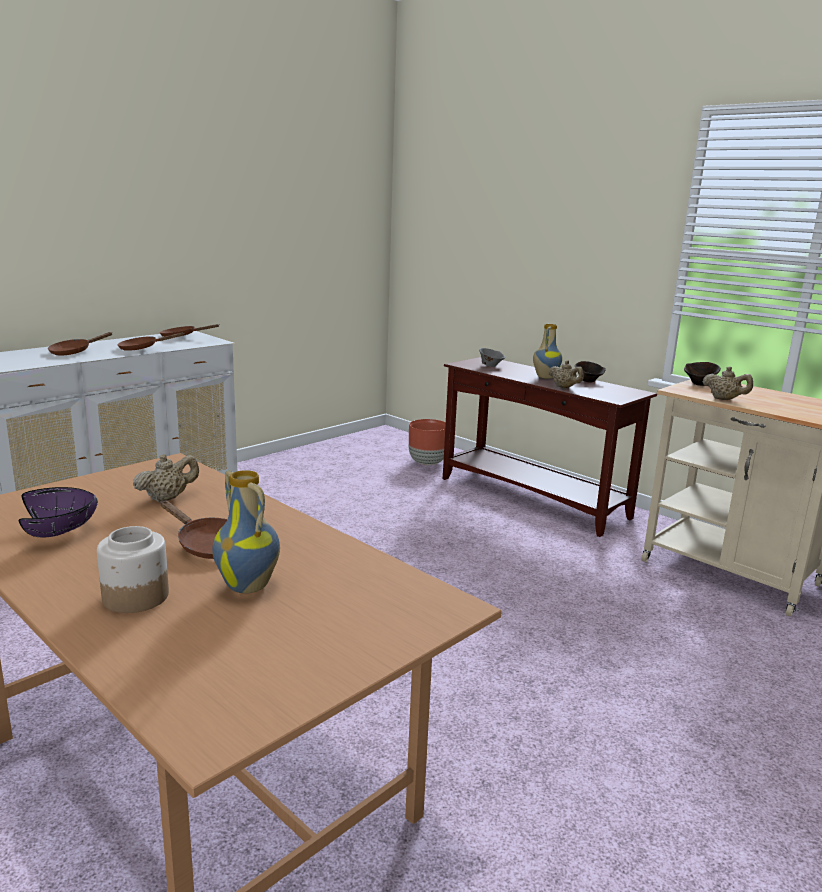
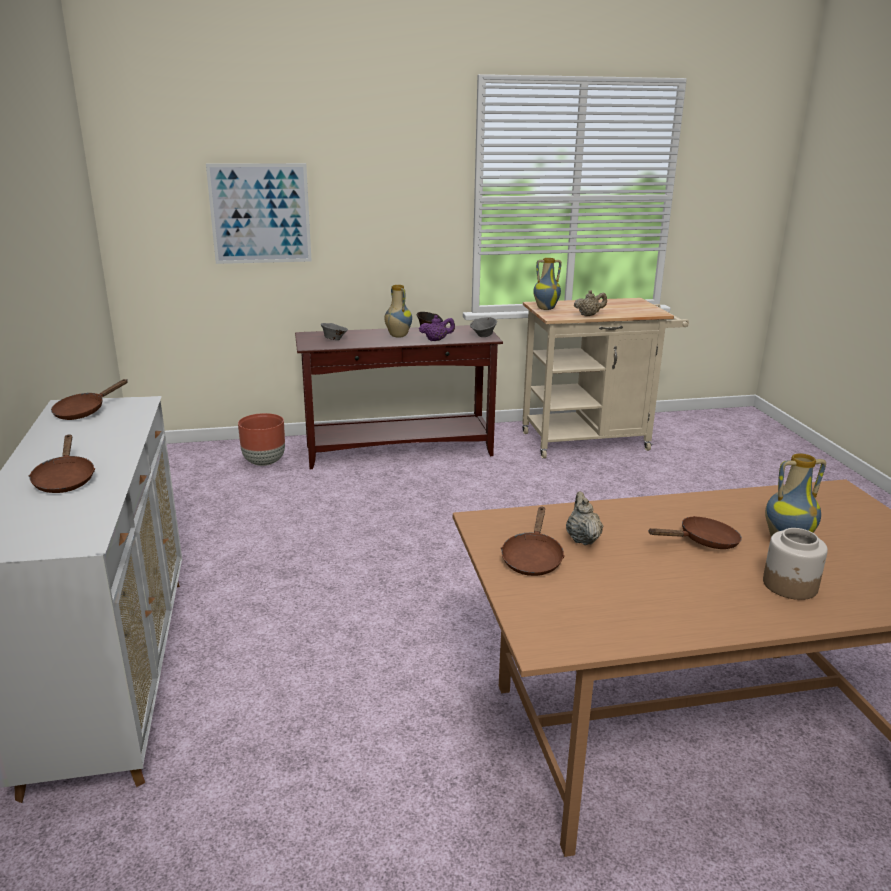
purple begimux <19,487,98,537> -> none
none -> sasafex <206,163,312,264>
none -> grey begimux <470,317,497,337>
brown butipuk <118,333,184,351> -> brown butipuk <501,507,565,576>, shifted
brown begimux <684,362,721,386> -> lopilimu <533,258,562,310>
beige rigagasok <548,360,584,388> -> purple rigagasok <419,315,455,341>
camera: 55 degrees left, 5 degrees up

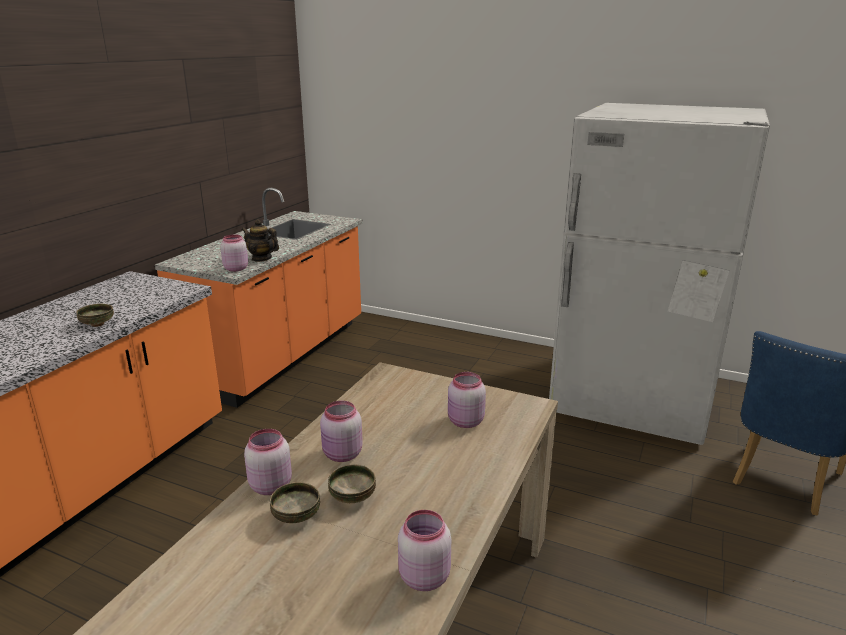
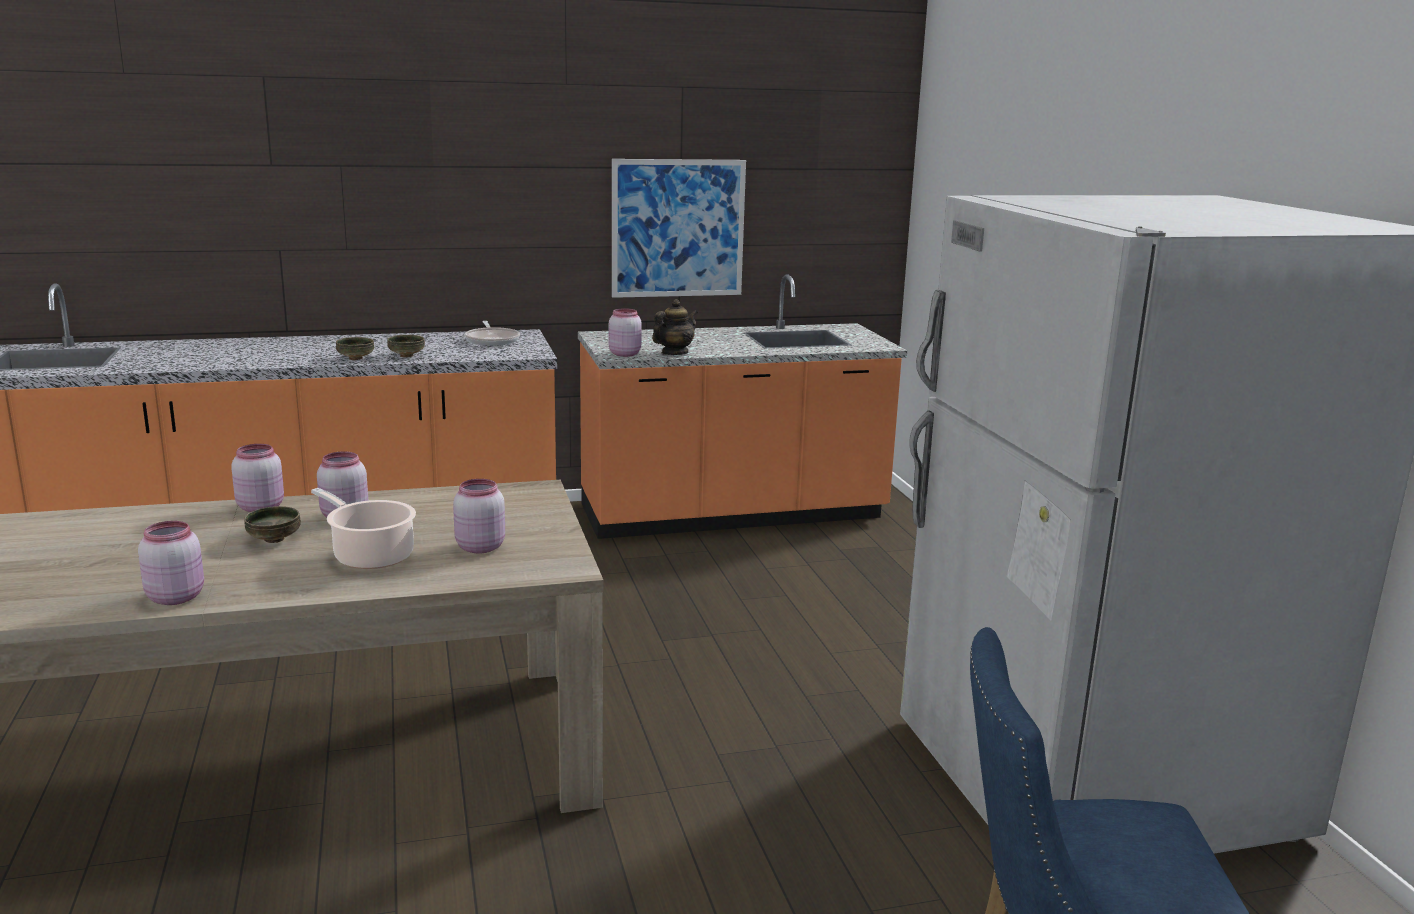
none -> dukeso <311,488,416,569>
none -> butipuk <465,321,520,346>
none -> sasafex <612,159,746,298>
begimux <270,482,320,523> -> begimux <336,337,374,360>, shifted
rigagasok <241,220,279,262> -> rigagasok <652,299,698,355>, 60 degrees clockwise
camera: 50 degrees right, 5 degrees down

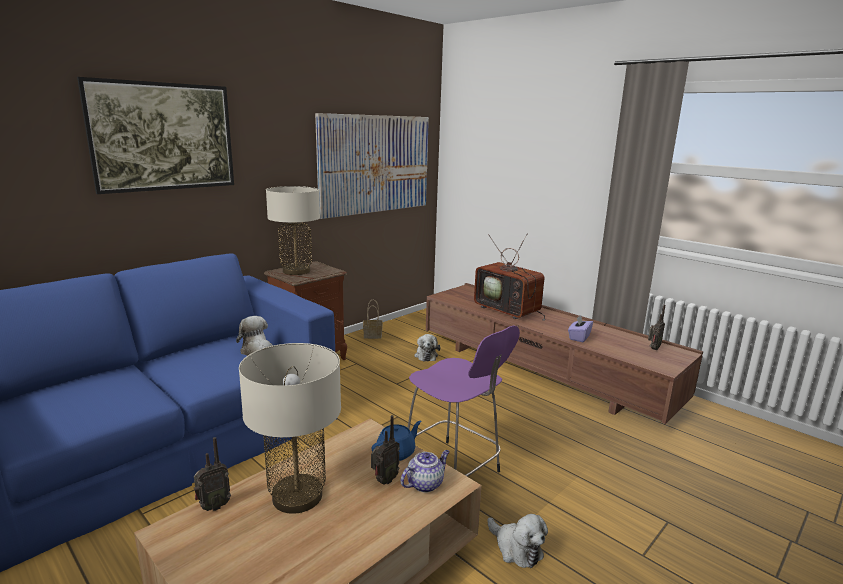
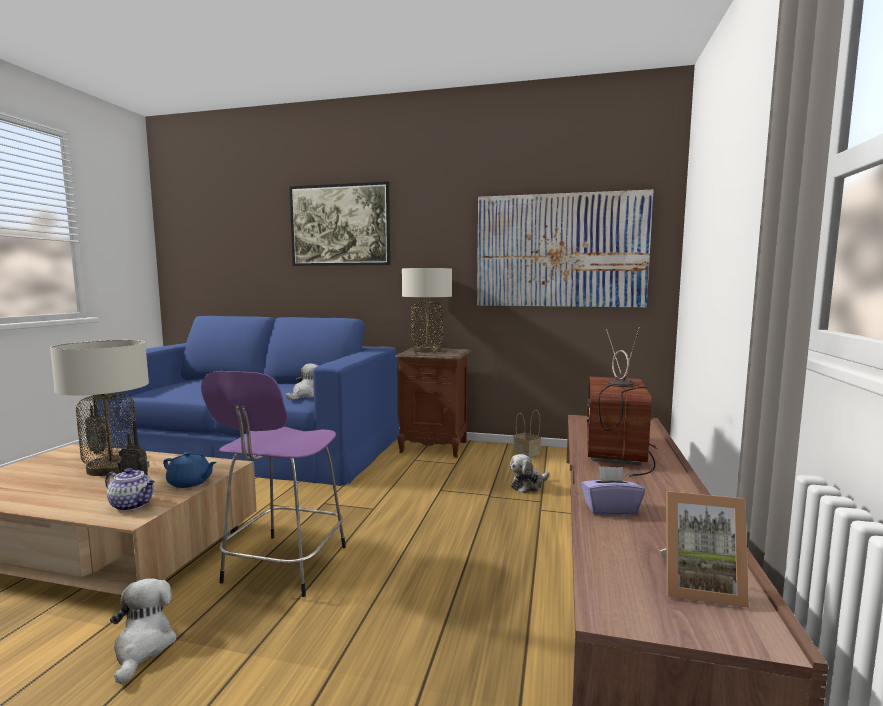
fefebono <648,305,665,350> -> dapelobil <660,491,749,608>
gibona <487,514,548,568> -> gibona <110,578,177,684>, 150 degrees clockwise
camera: 60 degrees right, 10 degrees down

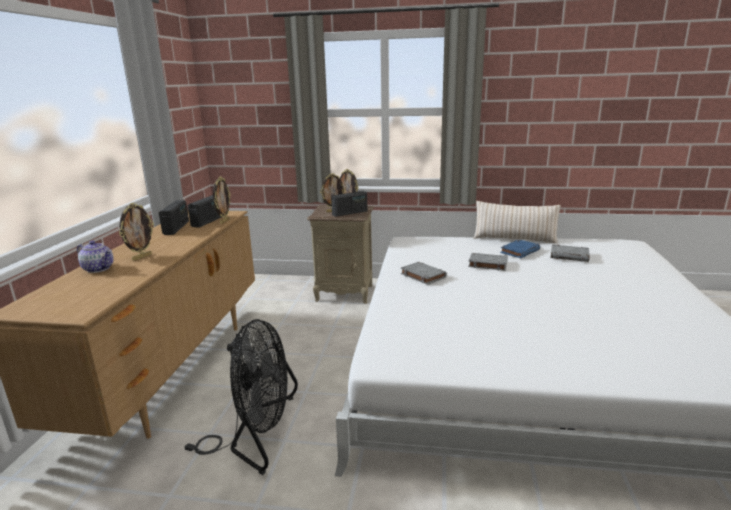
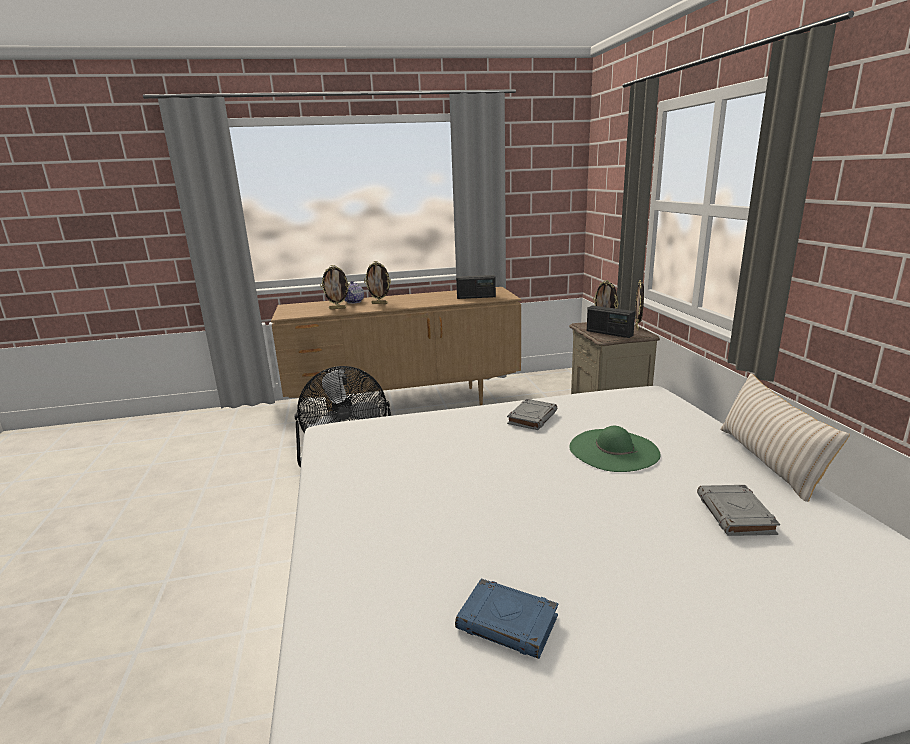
fefebono <159,200,189,235> -> none
dapelobil <213,177,231,224> -> dapelobil <320,265,350,309>, shifted
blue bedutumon <500,239,540,258> -> blue bedutumon <455,578,558,659>, shifted
grey bedutumon <468,253,508,271> -> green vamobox <569,426,661,472>
camera: 70 degrees right, 0 degrees up

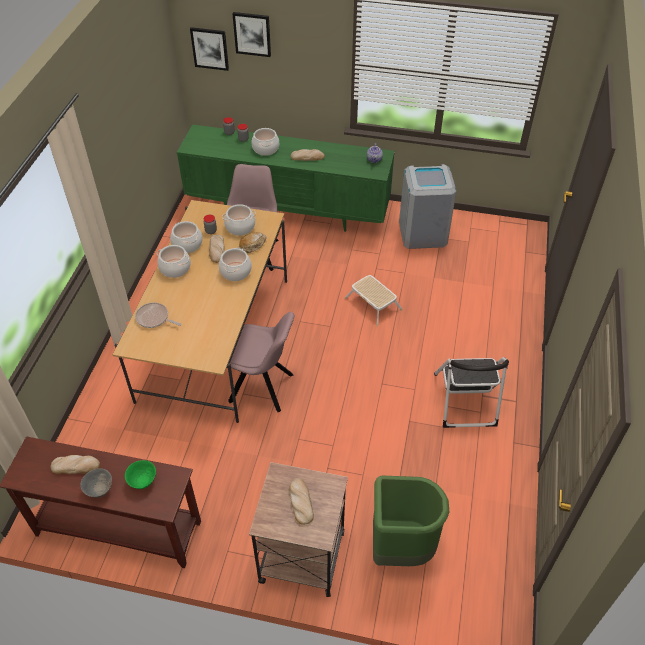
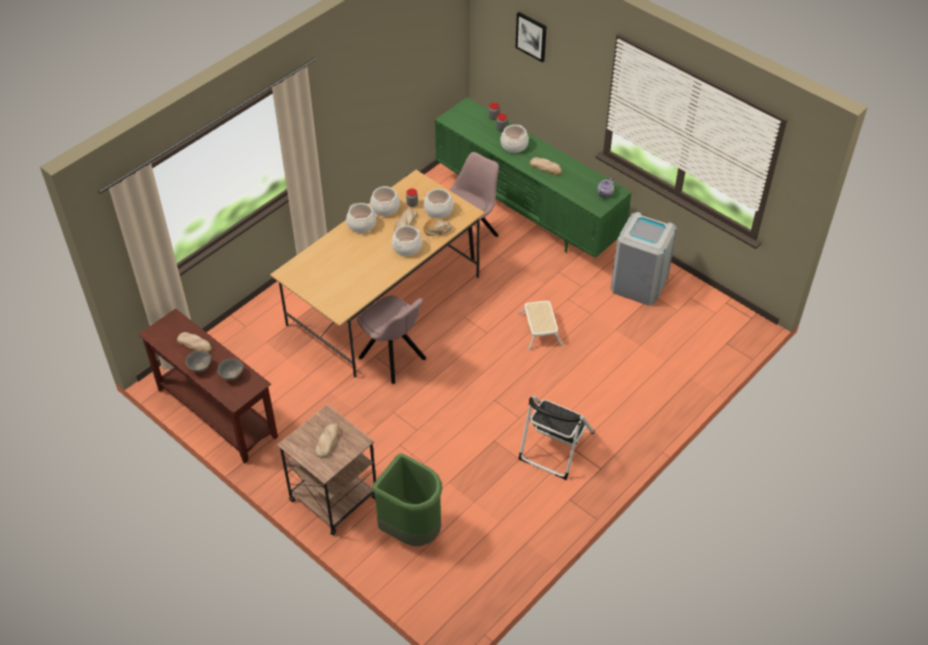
butipuk <135,302,182,328> -> none
sasafex <190,27,229,71> -> none
green begimux <125,460,156,489> -> grey begimux <218,358,243,380>
camera: 30 degrees right, 0 degrees up

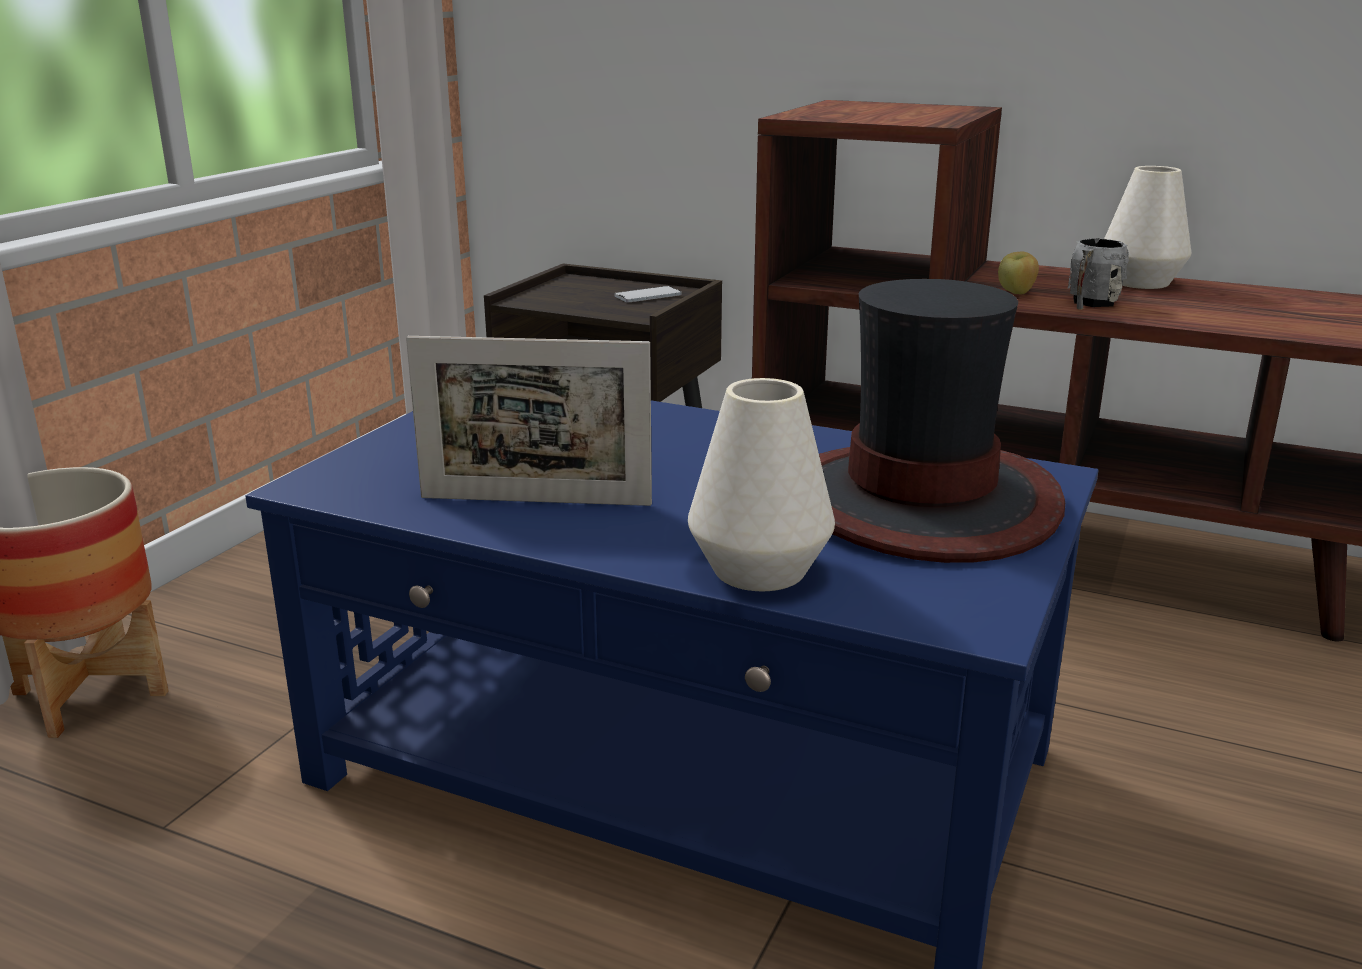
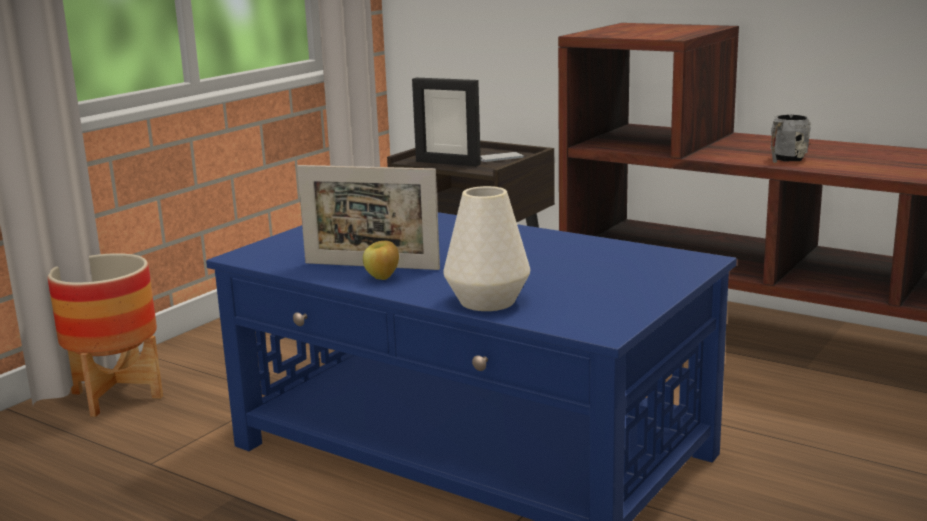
vamobox <819,279,1065,563> -> none
white lopilimu <1104,166,1191,289> -> none
none -> dapelobil <412,78,481,167>
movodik <998,252,1039,295> -> movodik <363,241,399,280>, shifted
camera: 10 degrees right, 5 degrees down

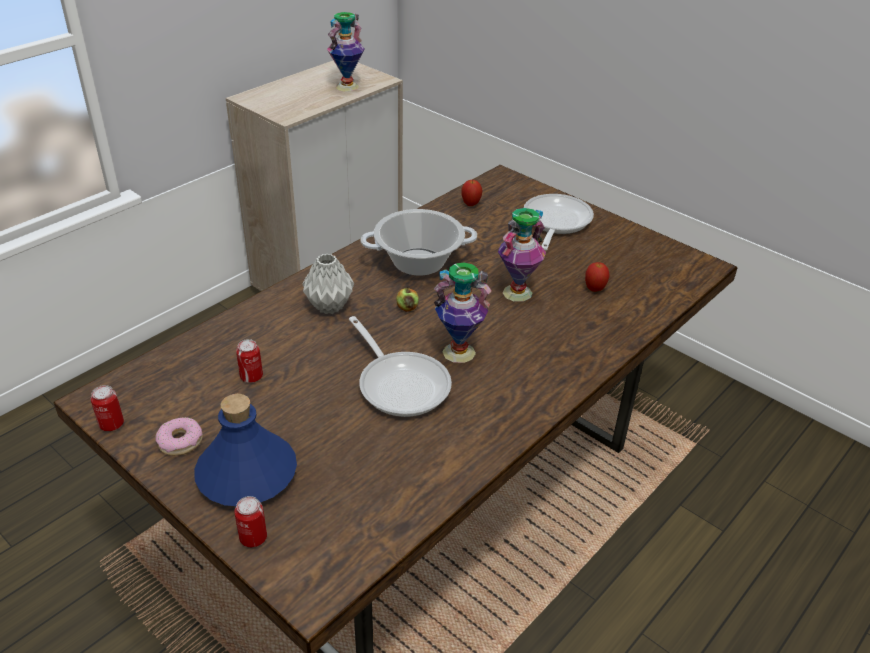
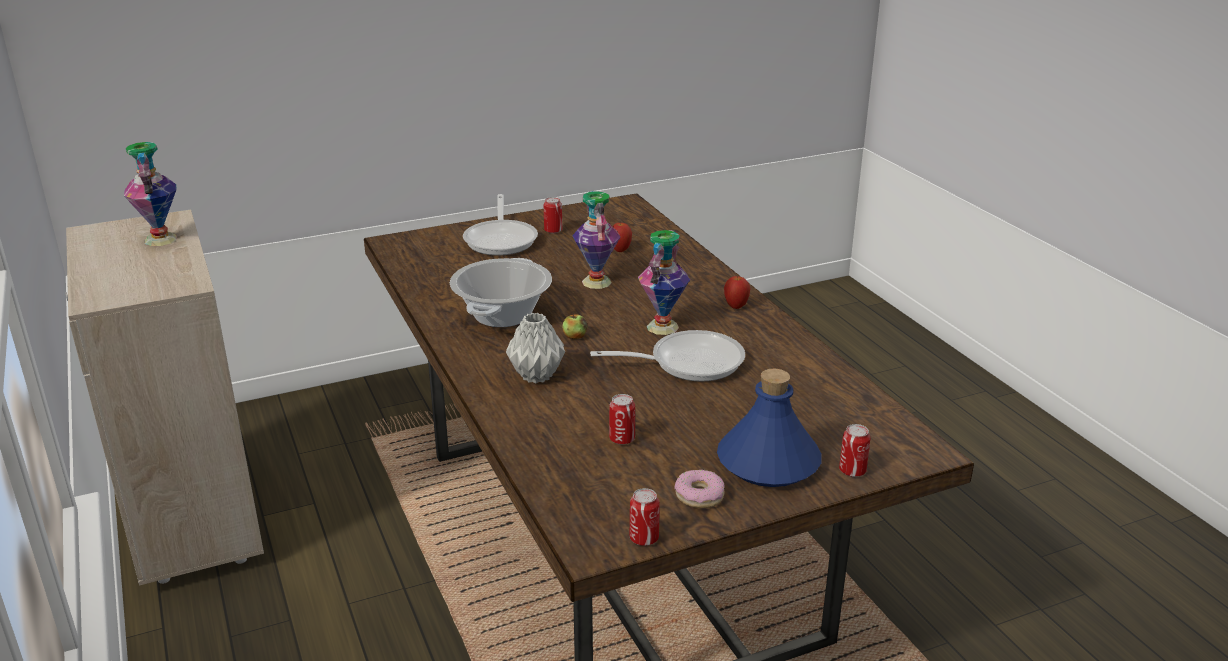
none -> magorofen <544,197,562,233>
movodik <461,179,483,206> -> movodik <724,276,751,309>, shifted
butipuk <524,194,594,250> -> butipuk <463,194,538,256>, 135 degrees counterclockwise
camera: 65 degrees left, 10 degrees down

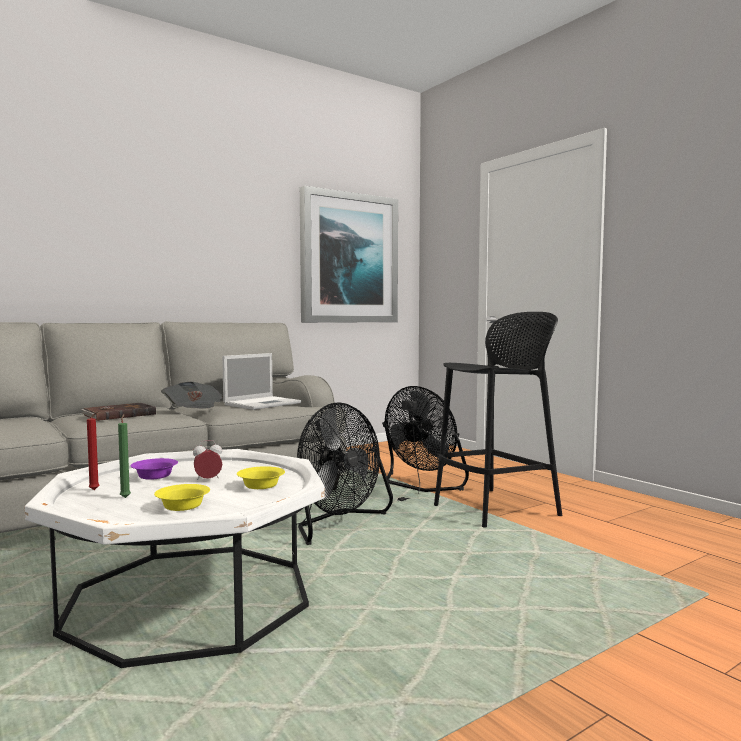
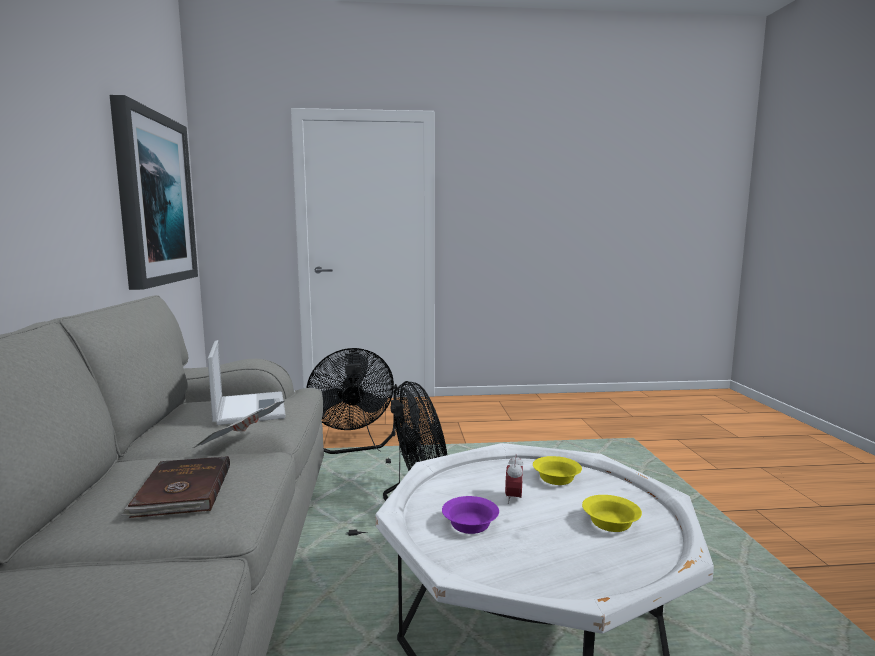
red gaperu <87,411,100,490> -> none
green gaperu <118,414,131,498> -> none
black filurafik <434,312,562,527> -> none
camera: 60 degrees left, 5 degrees up

